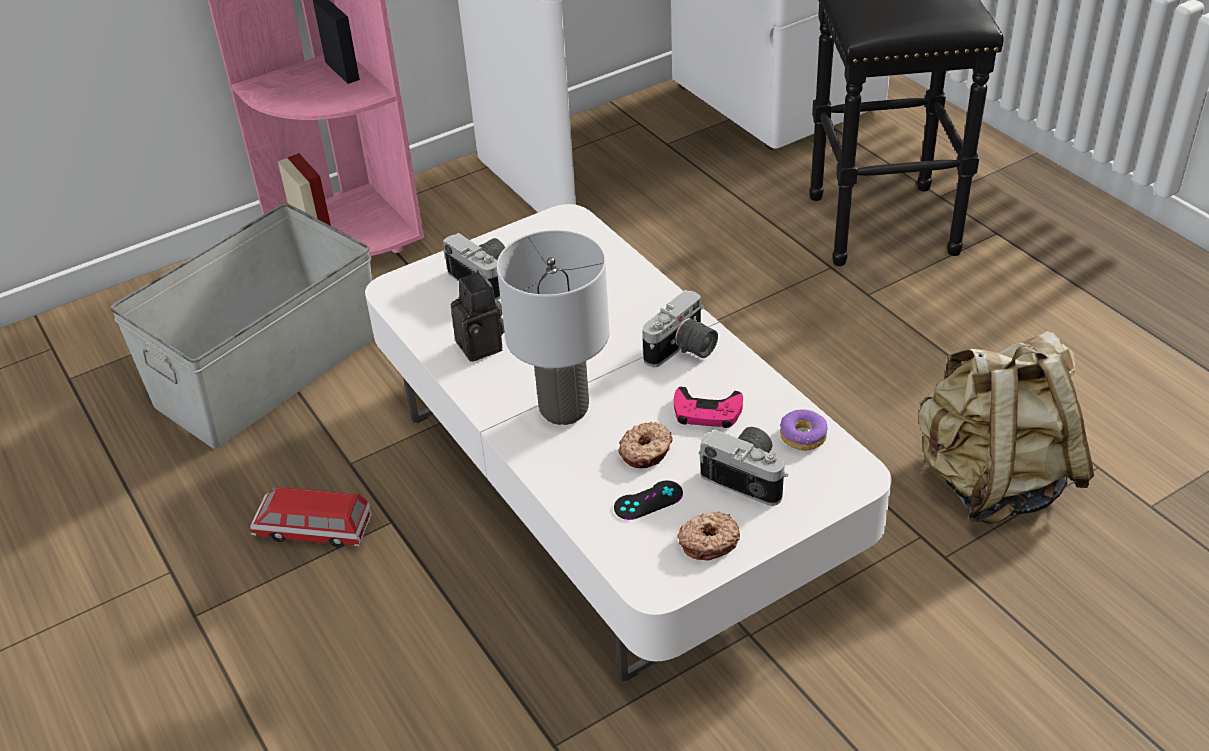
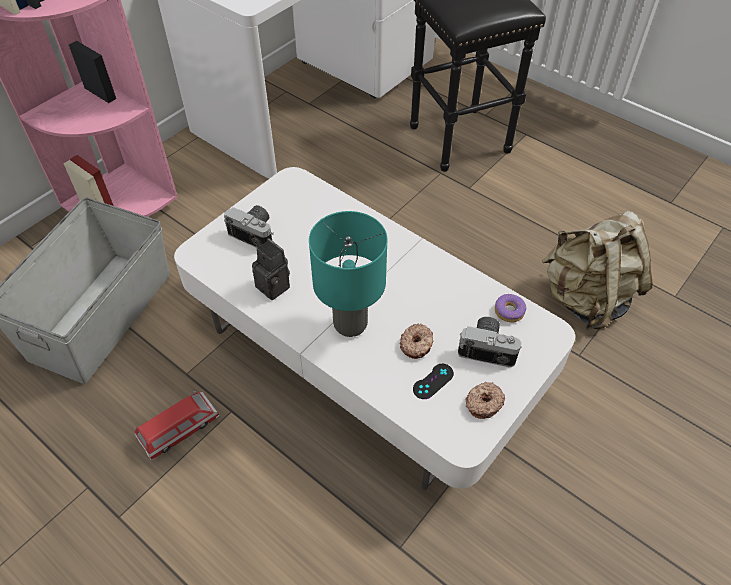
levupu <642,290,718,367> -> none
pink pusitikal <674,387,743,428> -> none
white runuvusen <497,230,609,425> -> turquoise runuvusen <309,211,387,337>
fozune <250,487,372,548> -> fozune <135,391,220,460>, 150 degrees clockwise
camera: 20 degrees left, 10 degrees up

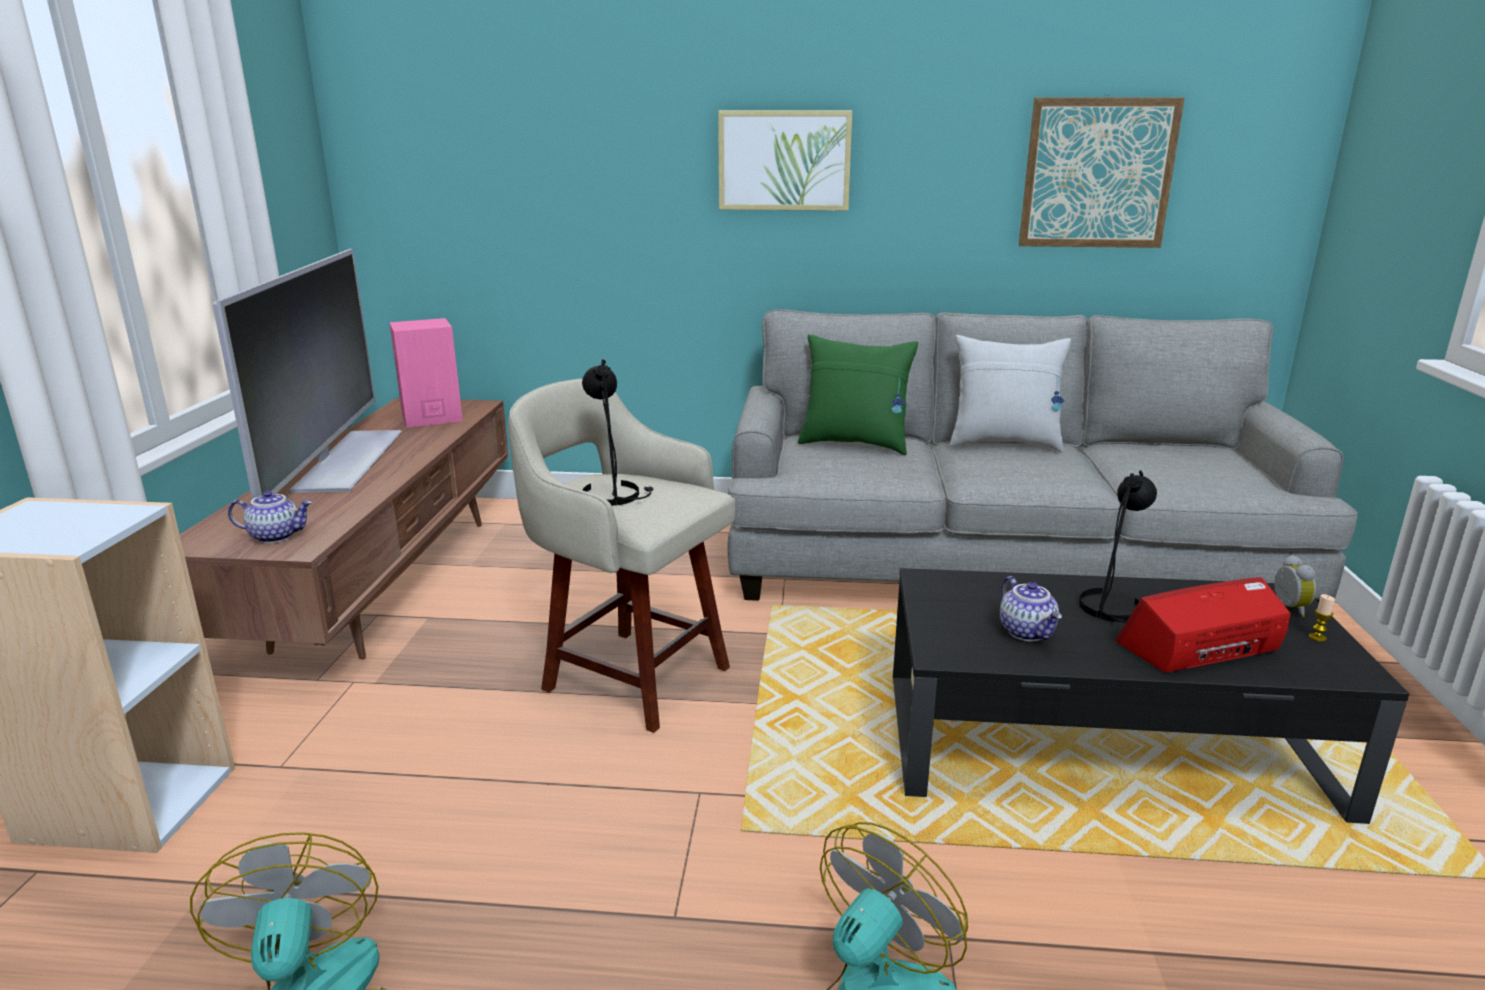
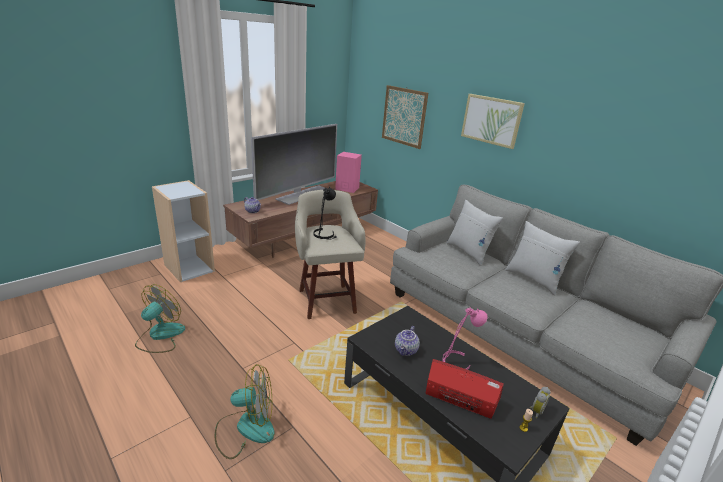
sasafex <1019,94,1185,248> -> sasafex <382,85,428,149>, shifted
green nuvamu <798,334,918,455> -> grey nuvamu <446,200,503,266>
black runuvusen <1079,470,1157,623> -> pink runuvusen <443,308,488,370>
camera: 40 degrees right, 5 degrees up

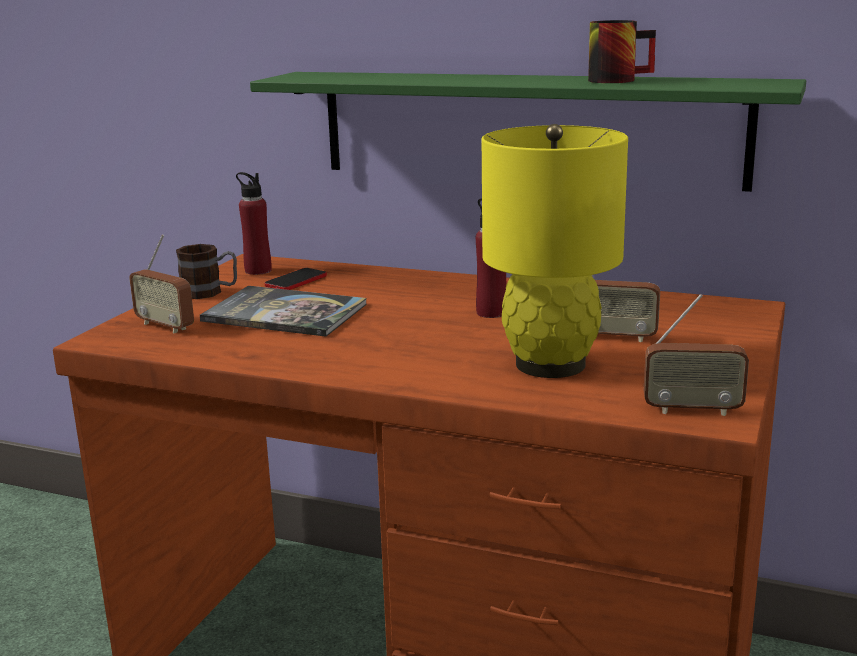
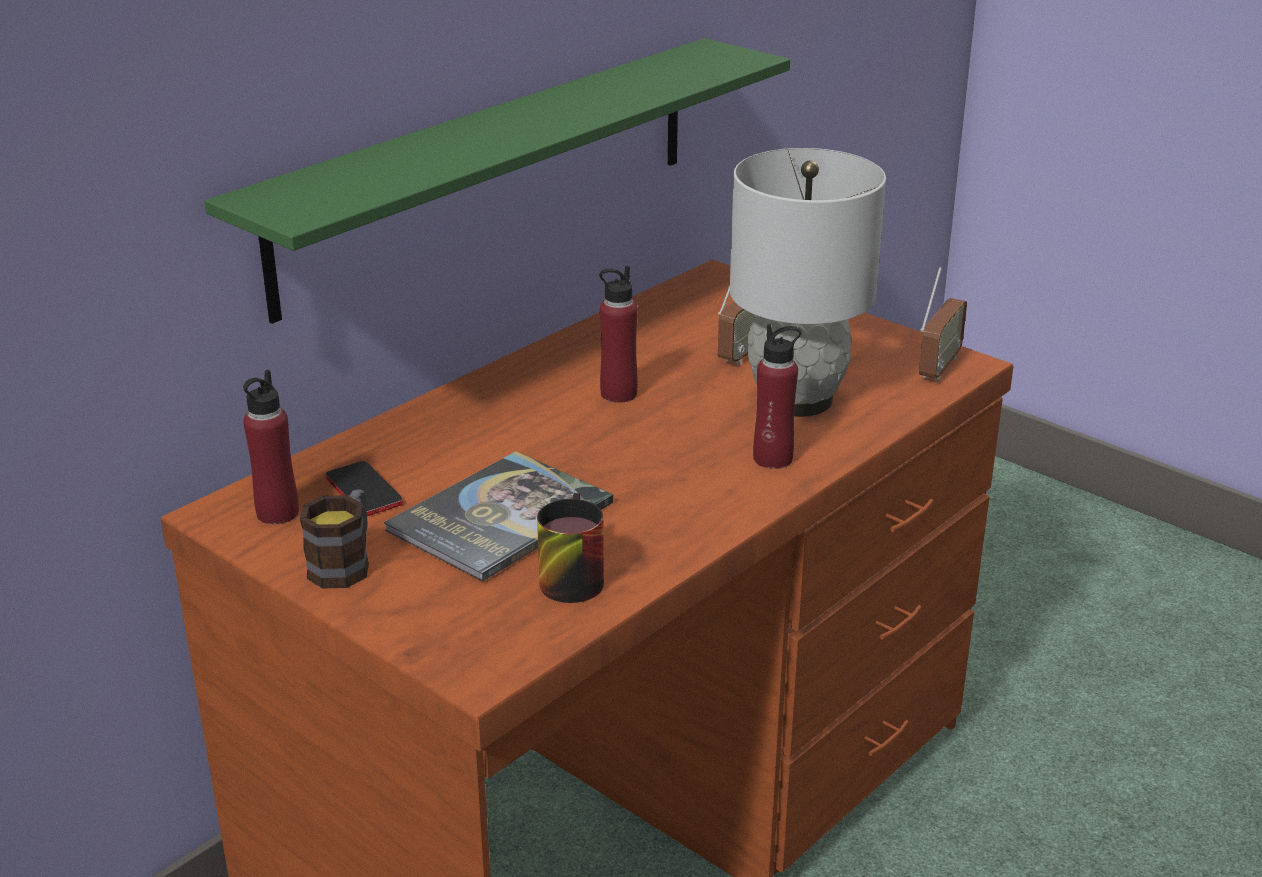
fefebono <129,234,194,333> -> none
none -> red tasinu <753,324,802,469>
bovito <588,20,656,83> -> bovito <537,493,604,603>, shifted
yellow runuvusen <482,124,628,378> -> white runuvusen <730,148,886,417>
camera: 70 degrees left, 10 degrees up

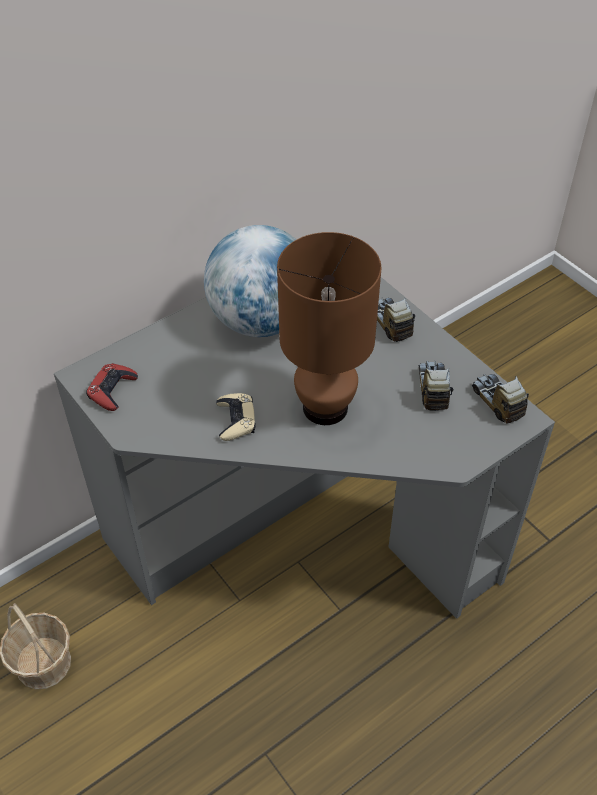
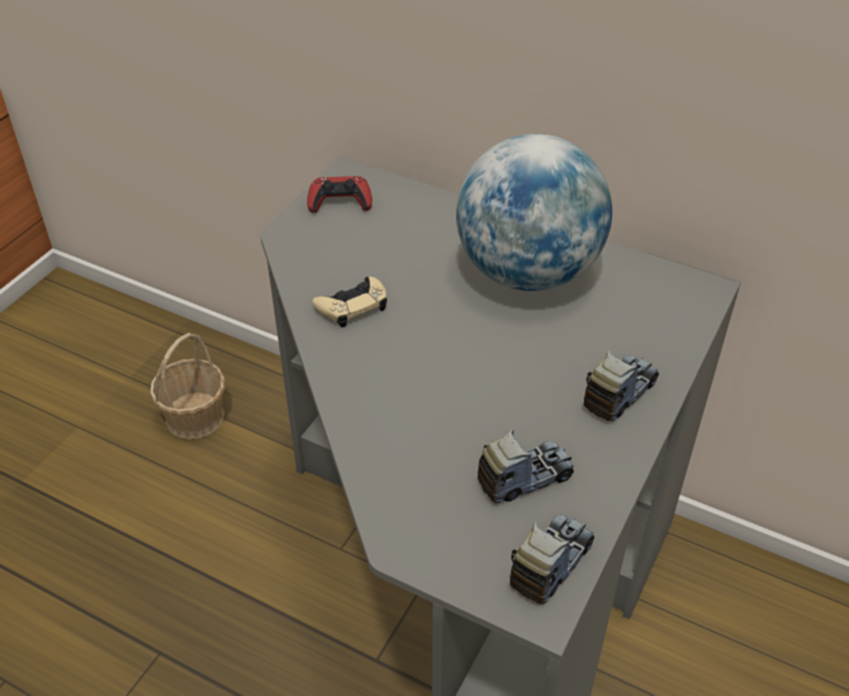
brown runuvusen <277,232,381,425> -> none
camera: 65 degrees right, 5 degrees down

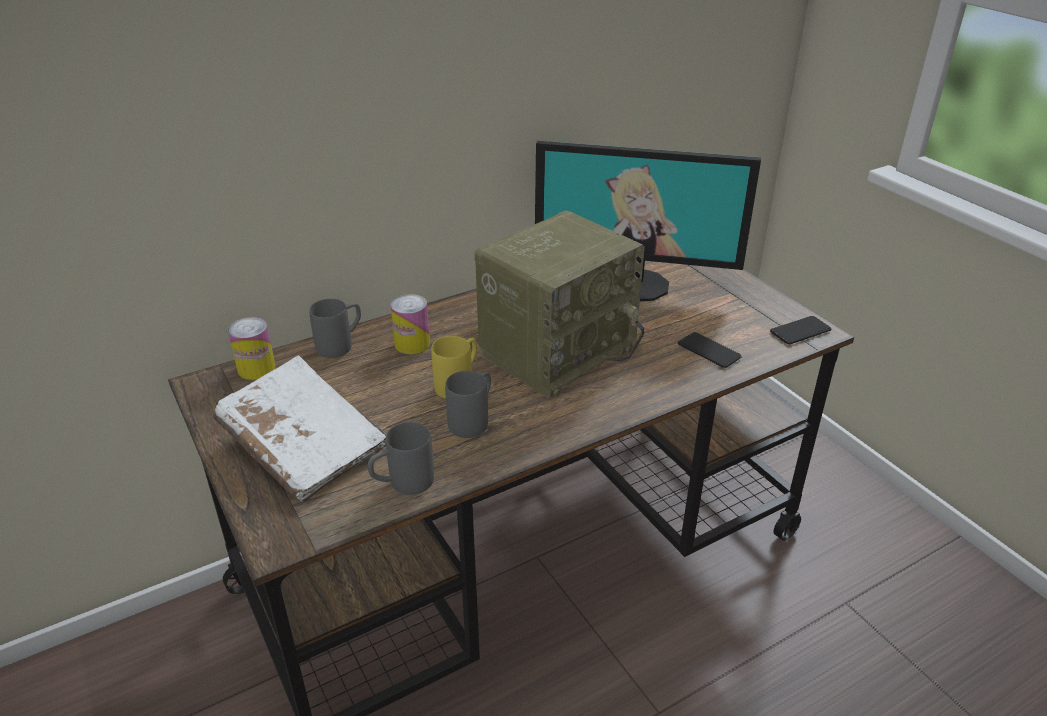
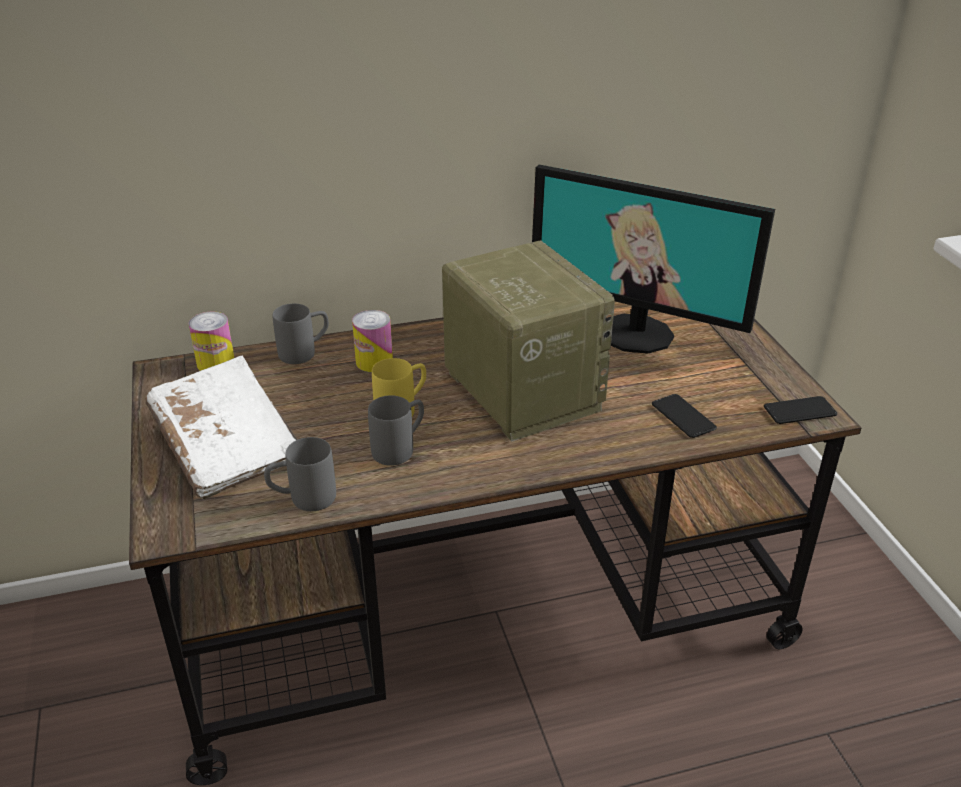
fefebono <475,211,645,399> -> fefebono <442,240,615,442>, 90 degrees counterclockwise
camera: 15 degrees right, 0 degrees up

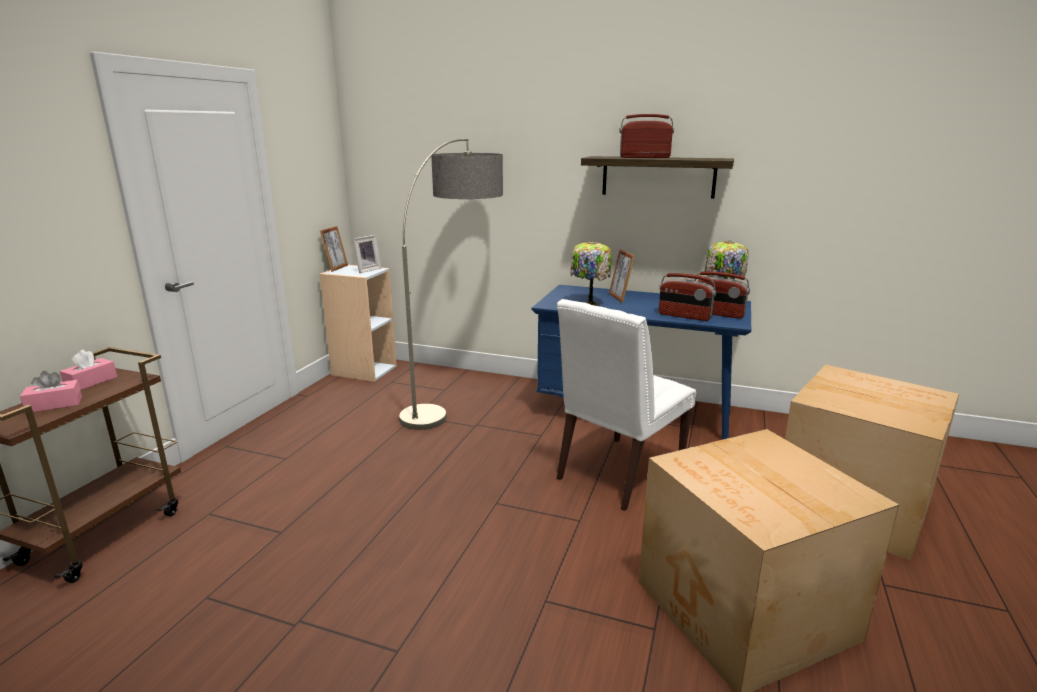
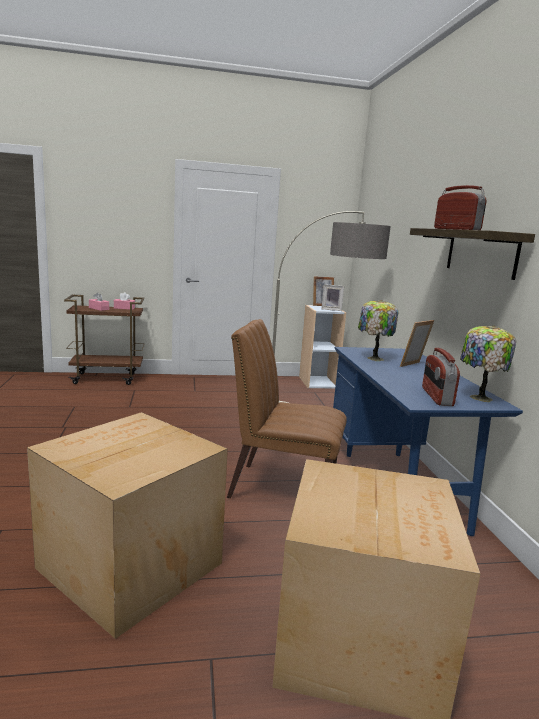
fefebono <659,273,716,321> -> none
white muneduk <557,299,696,511> -> brown muneduk <227,319,347,498>
camera: 60 degrees right, 5 degrees down

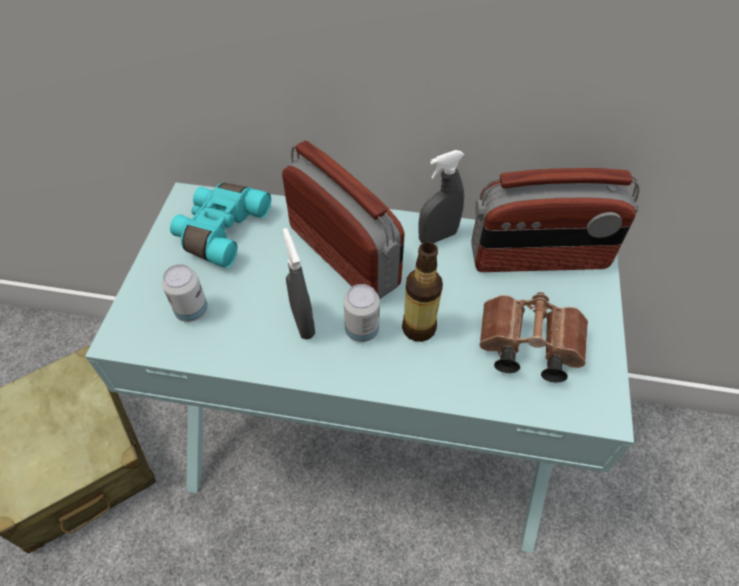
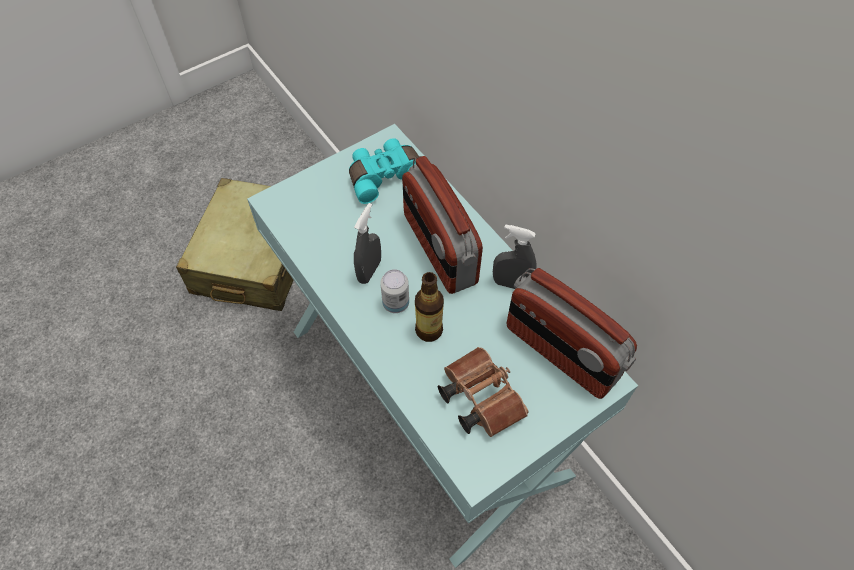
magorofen <162,264,208,322> -> none
fefebono <282,141,405,299> -> fefebono <402,156,483,294>, 150 degrees clockwise
camera: 45 degrees right, 5 degrees up

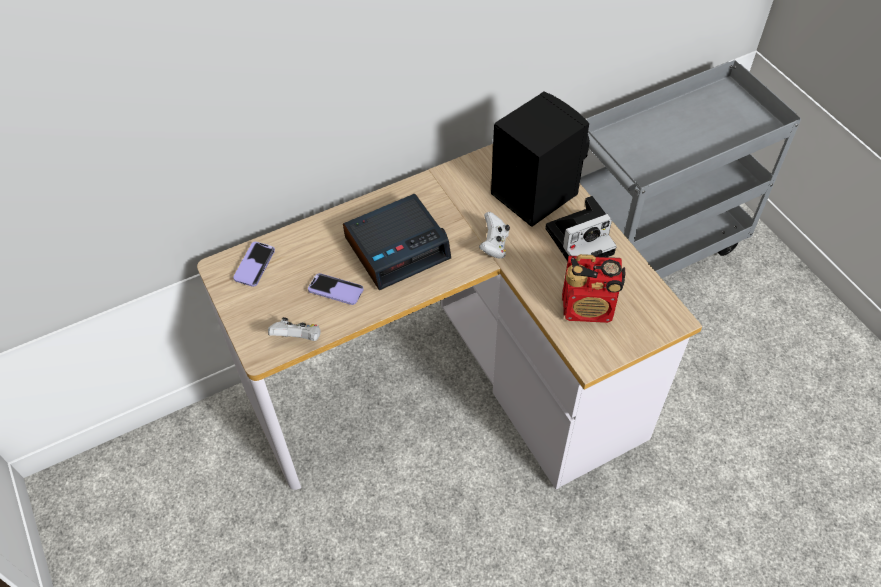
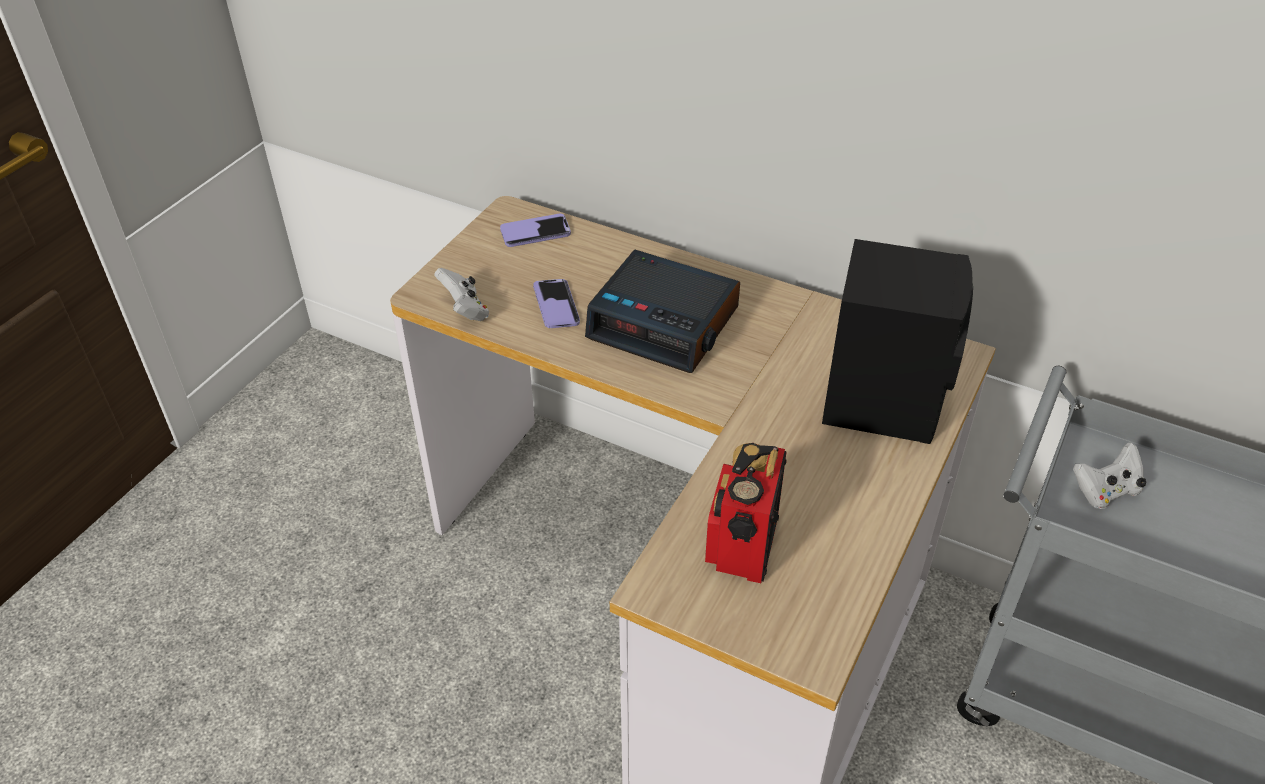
levupu <545,196,617,261> -> none
white pusitikal <479,212,510,259> -> white pusitikal <1073,443,1146,509>, shifted
fefebono <562,254,625,323> -> fefebono <705,443,787,583>, 45 degrees clockwise
camera: 55 degrees right, 10 degrees down

